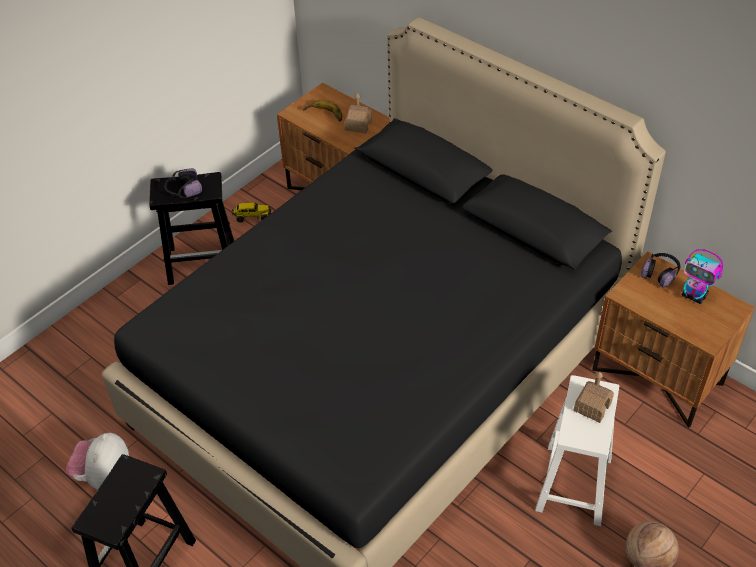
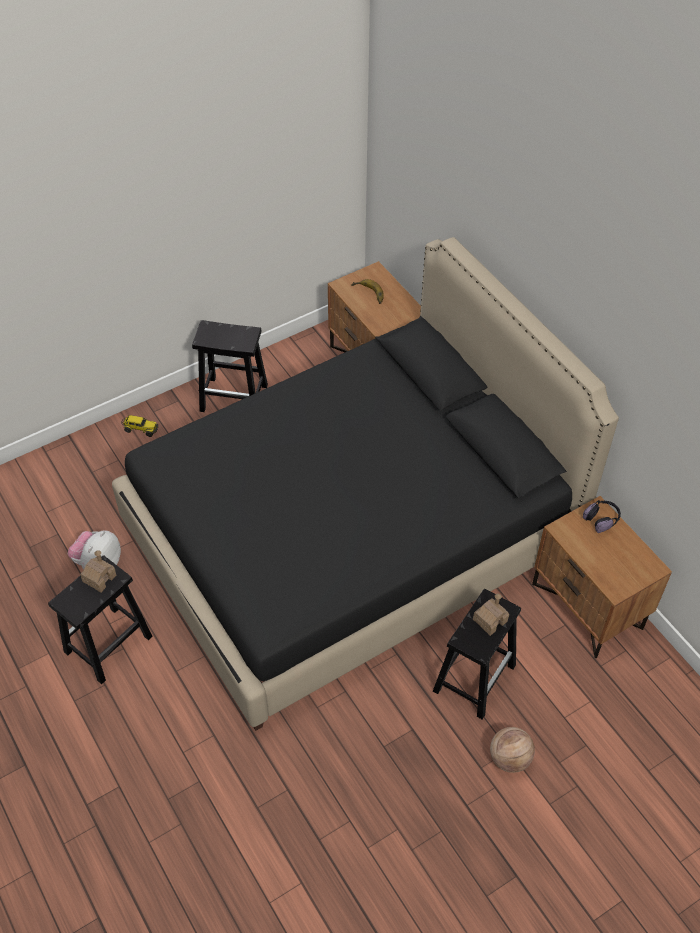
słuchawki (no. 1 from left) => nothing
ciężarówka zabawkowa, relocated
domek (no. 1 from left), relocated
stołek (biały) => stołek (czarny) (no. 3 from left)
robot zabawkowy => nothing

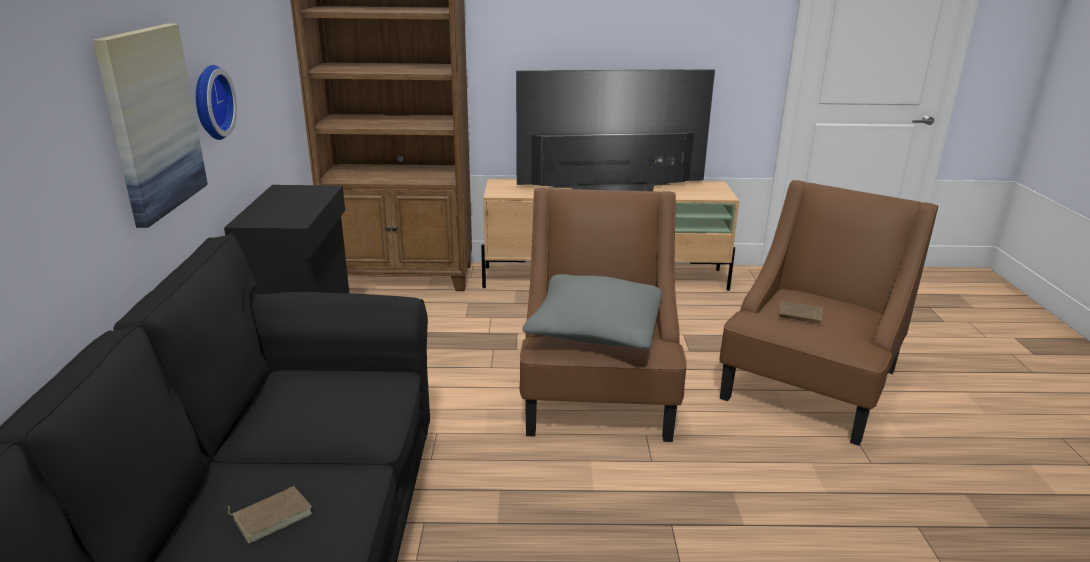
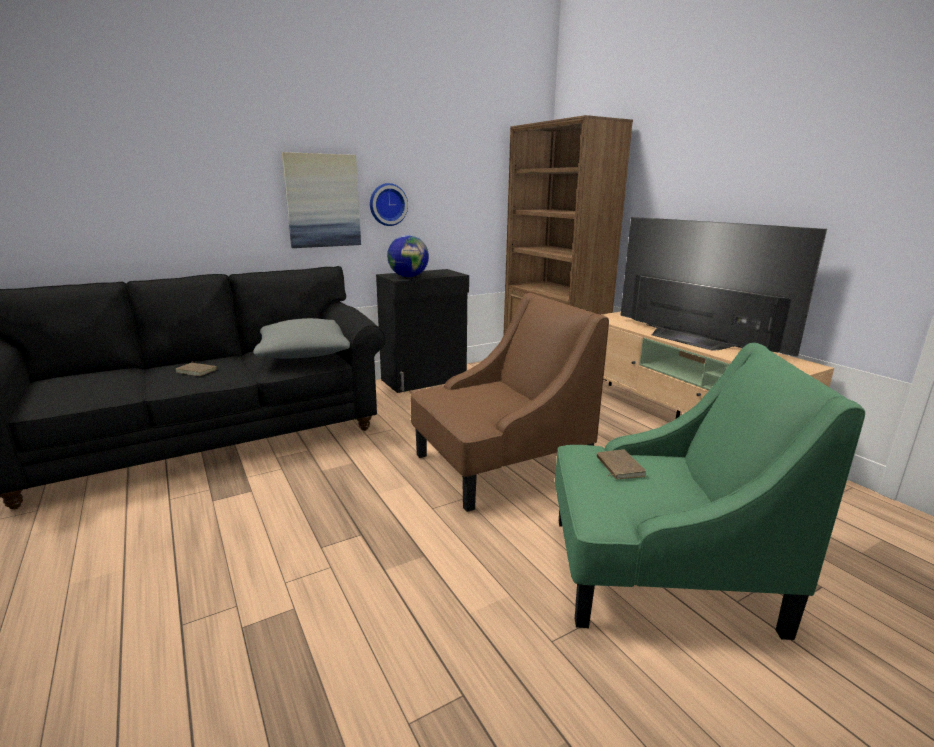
poduszka (szary), relocated
fotel (brązowy) (no. 2 from left) => fotel (zielony)
nothing => globus

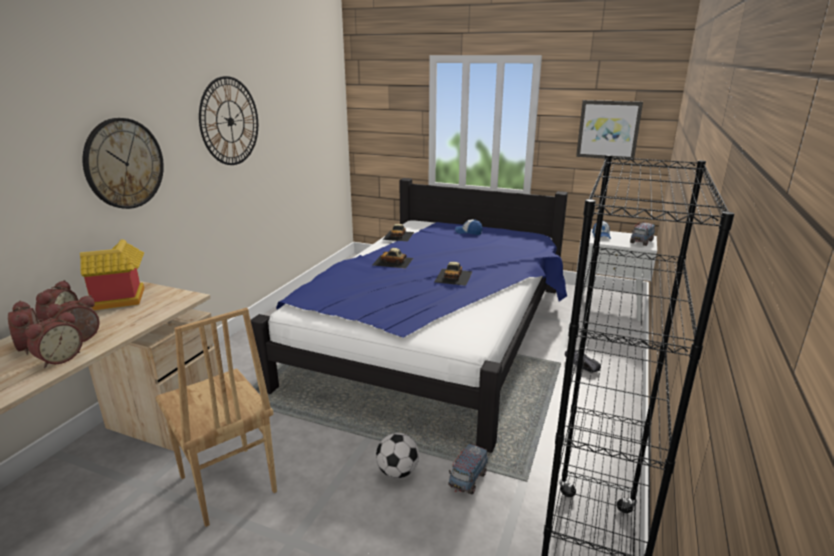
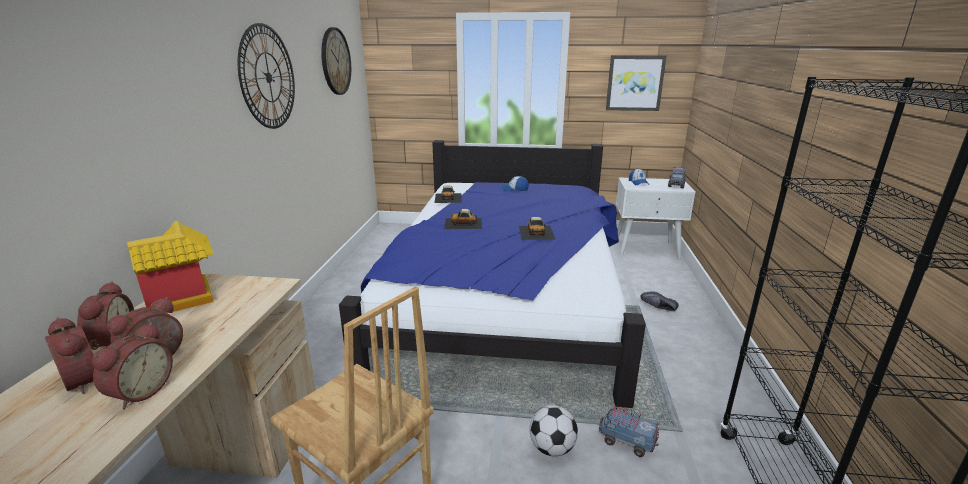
zegar ścienny (no. 1 from left in the first image) => zegar ścienny (no. 2 from left), relocated
ciężarówka zabawkowa (no. 1 from left), 105 degrees clockwise

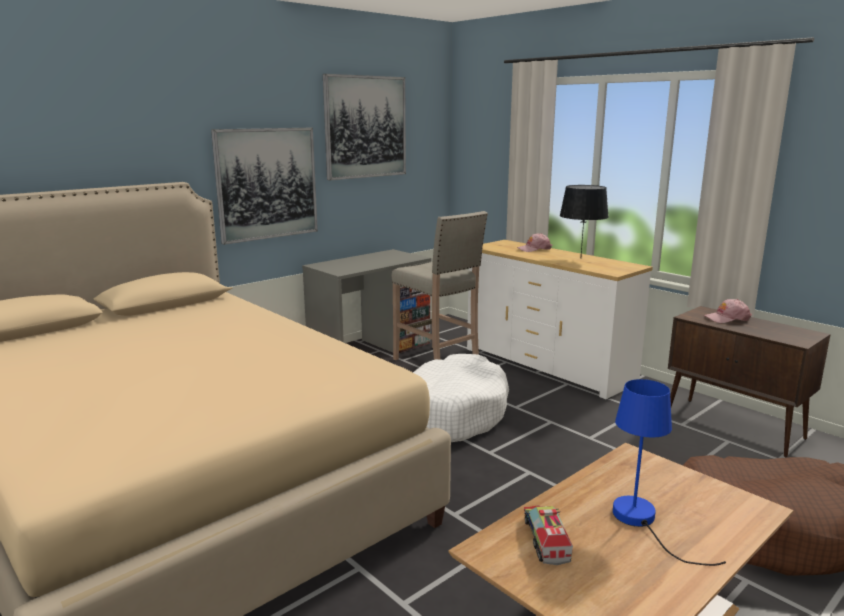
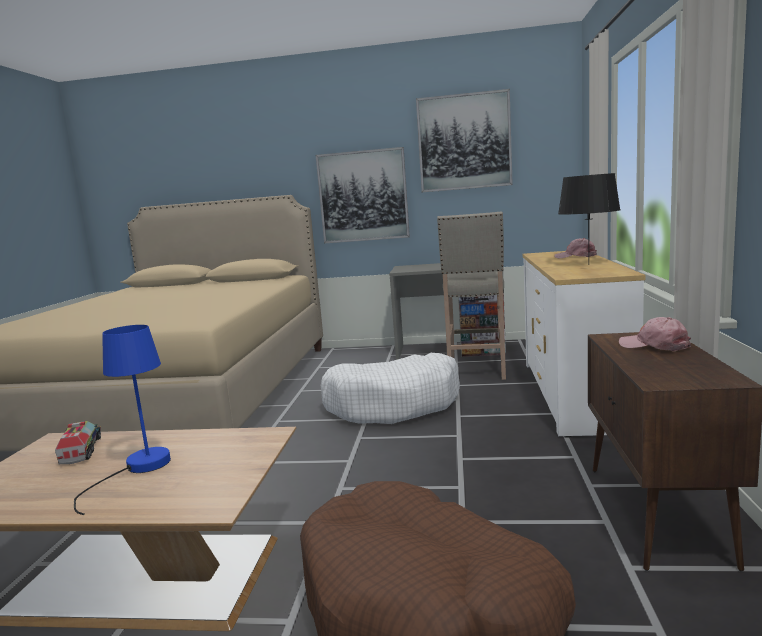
ciężarówka zabawkowa, 60 degrees counterclockwise

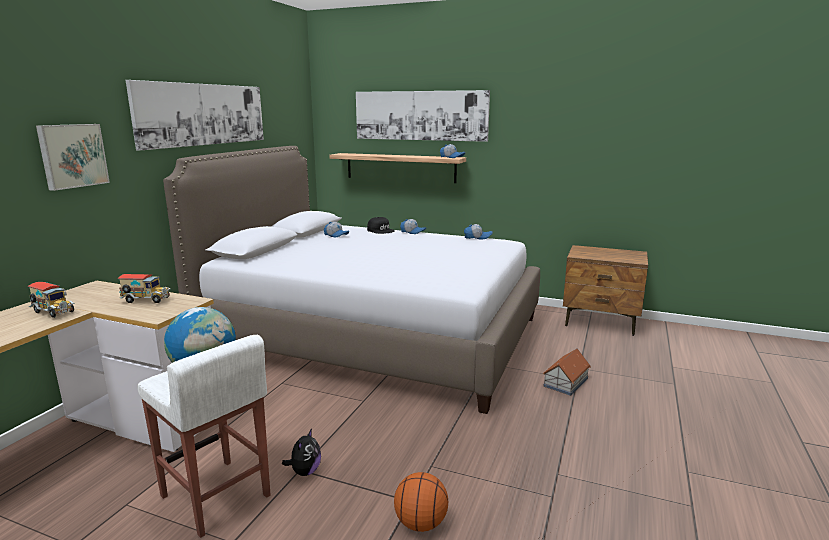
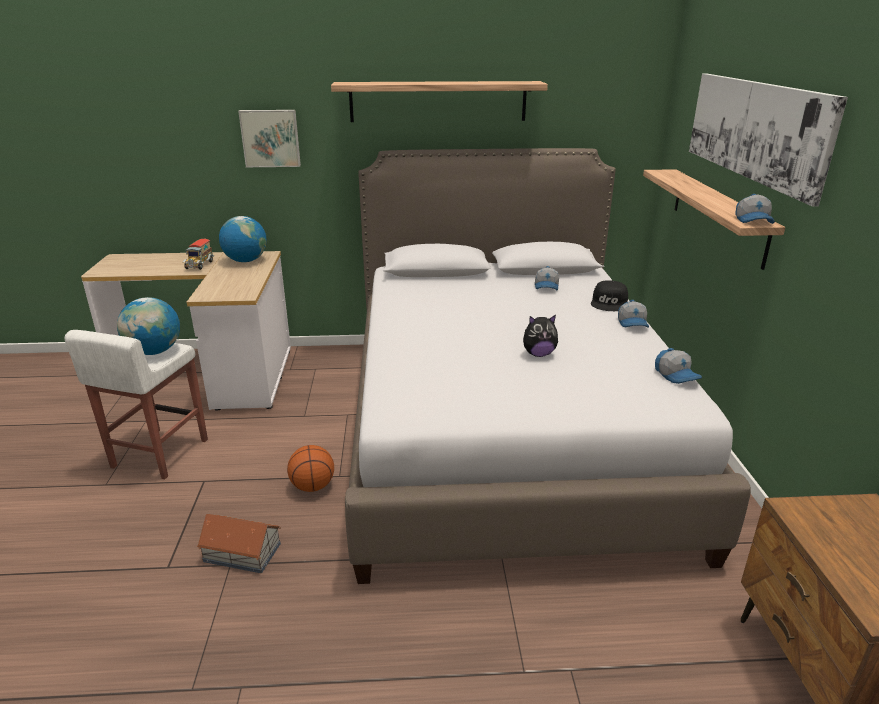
ciężarówka zabawkowa (no. 2 from left) => nothing
obraz (no. 2 from left) => półka (no. 1 from left)
pluszak, relocated
piłka do koszykówki, relocated
domek, relocated
nothing => globus (no. 2 from left)

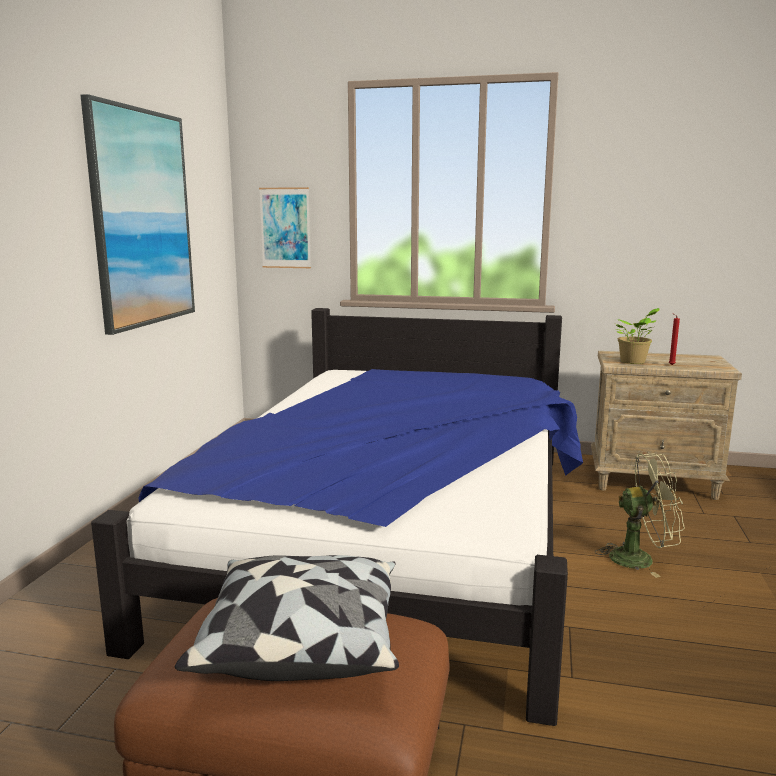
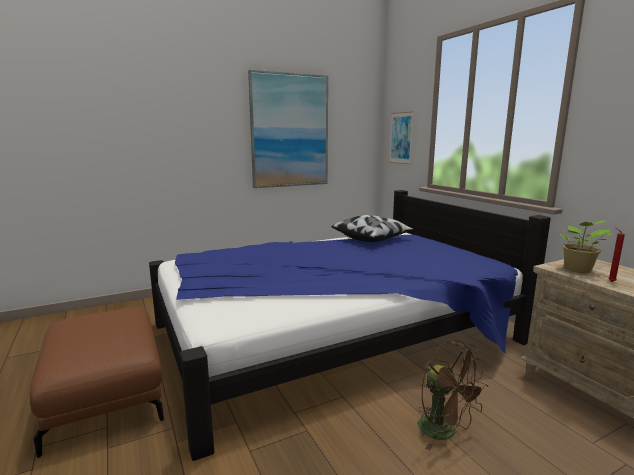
poduszka, relocated
wentylator (zielony) => wentylator (brązowy)

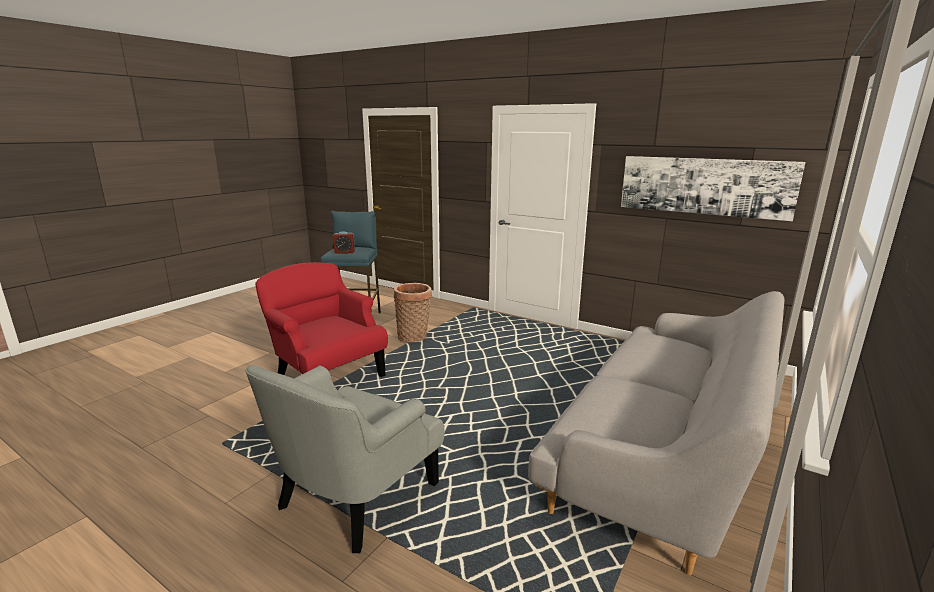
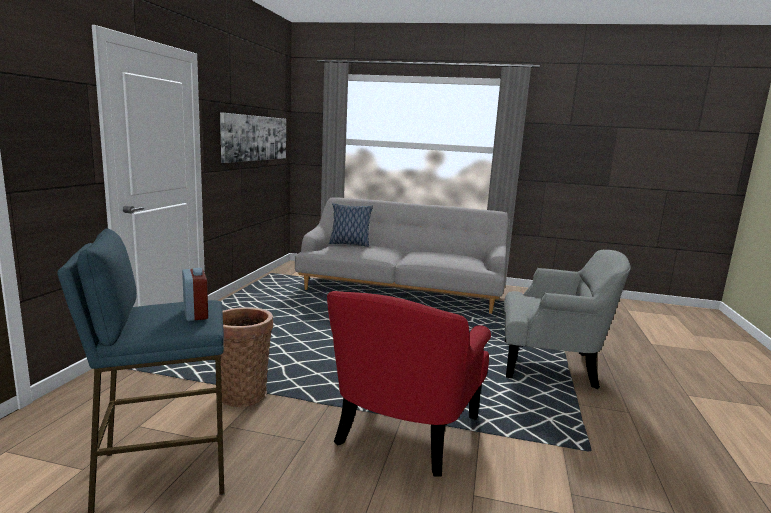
nothing => poduszka

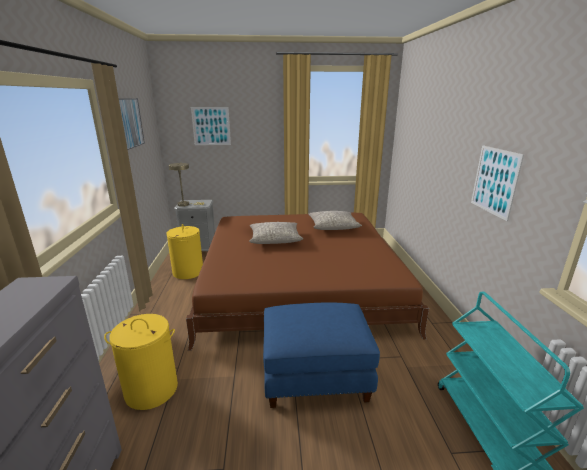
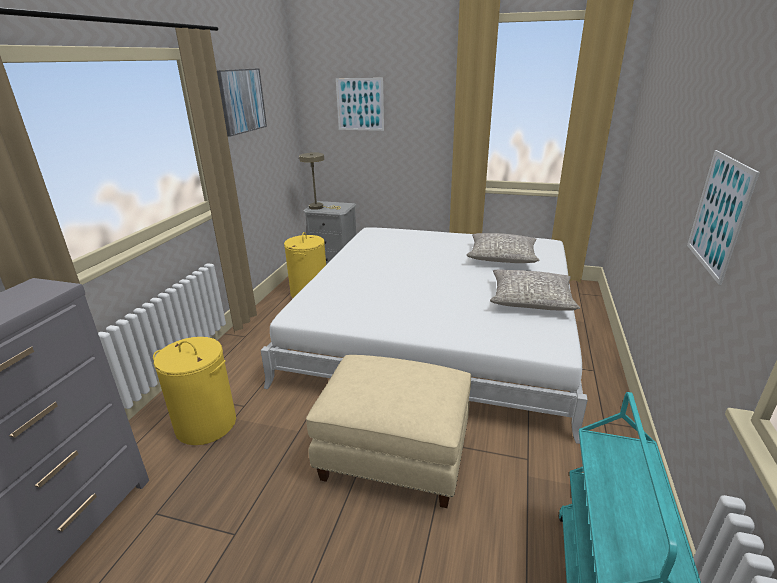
łóżko (brązowy) => łóżko (biały)
poduszka (szary) (no. 1 from left in the first image) => poduszka (szary) (no. 2 from left), relocated
pufa (niebieski) => pufa (beżowy)

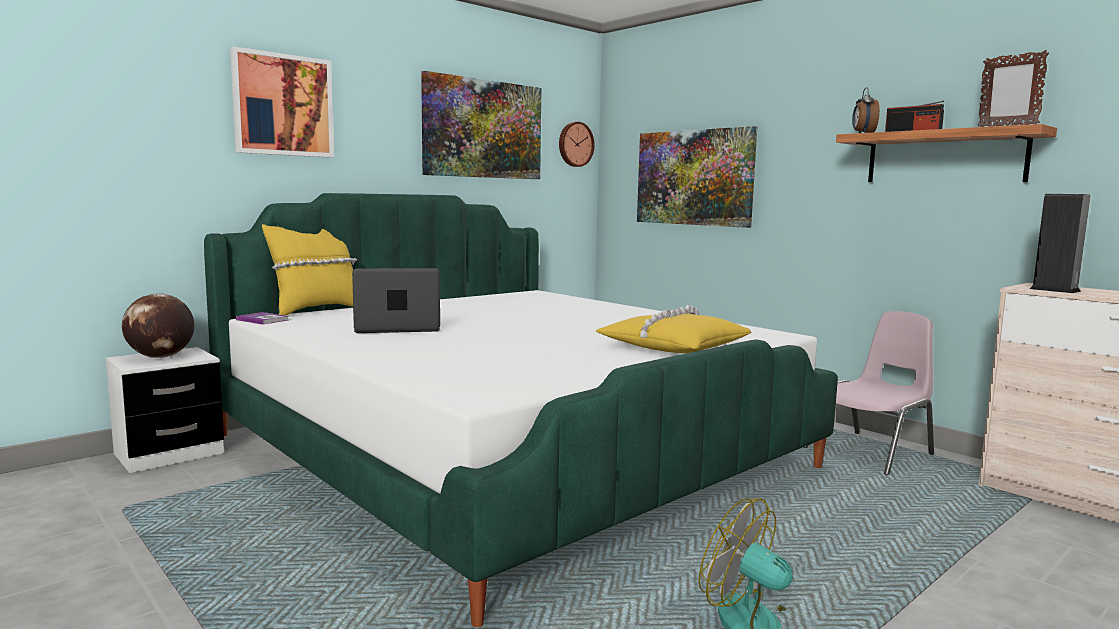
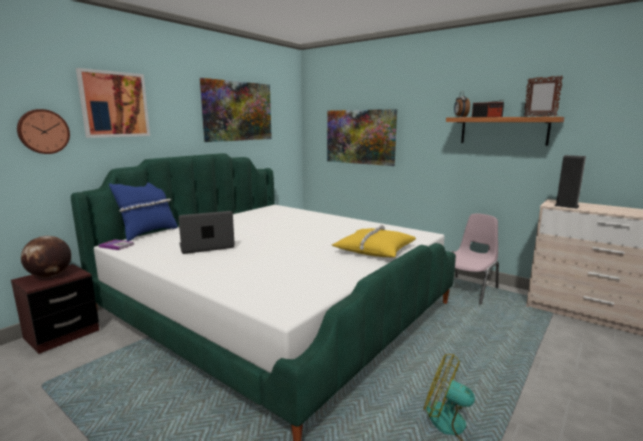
szafka nocna (biały) => szafka nocna (brązowy)
poduszka (żółty) (no. 1 from left) => poduszka (niebieski)
zegar ścienny, relocated

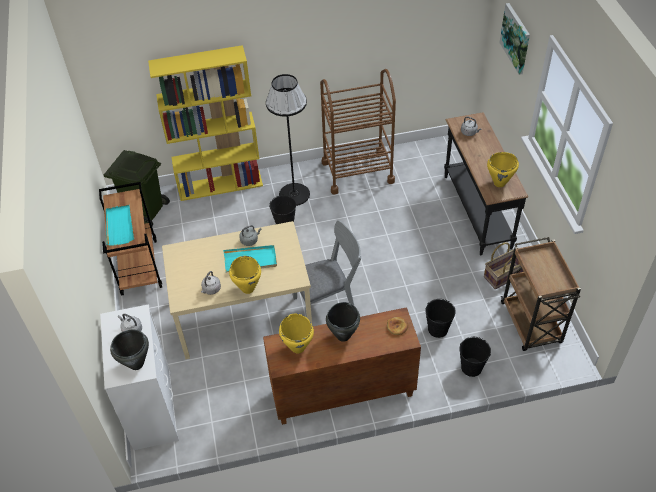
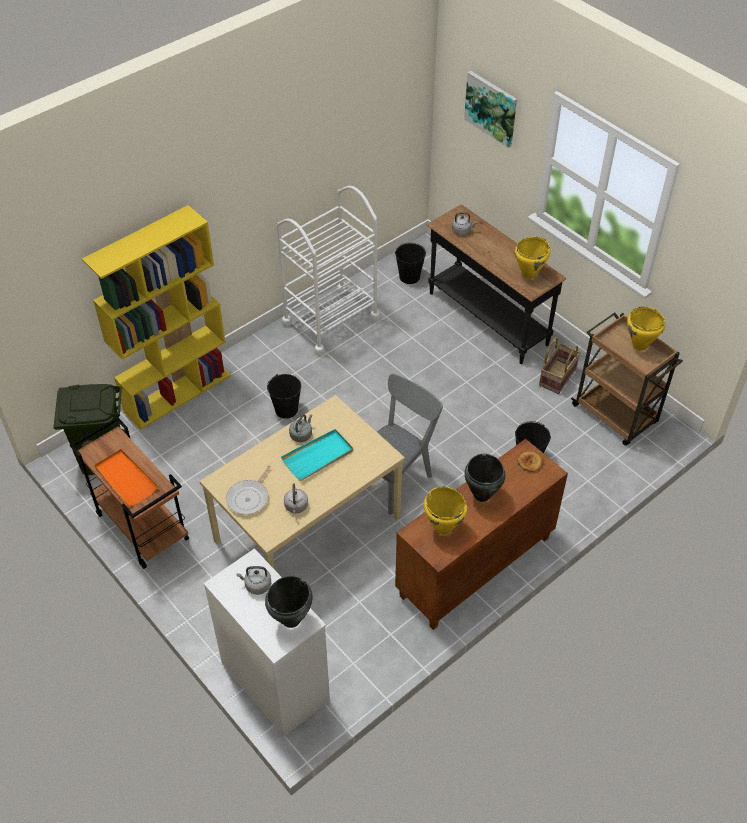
taca (turkusowy) (no. 1 from left) => taca (pomarańczowy)
garnek (żółty) (no. 1 from left in the first image) => garnek (żółty) (no. 3 from left), relocated
lampa stojąca (czarny) => nothing
wózek (brązowy) (no. 2 from left) => wózek (biały)
wiadro (czarny) (no. 3 from left in the first image) => wiadro (czarny) (no. 2 from left), relocated
nothing => patelnia

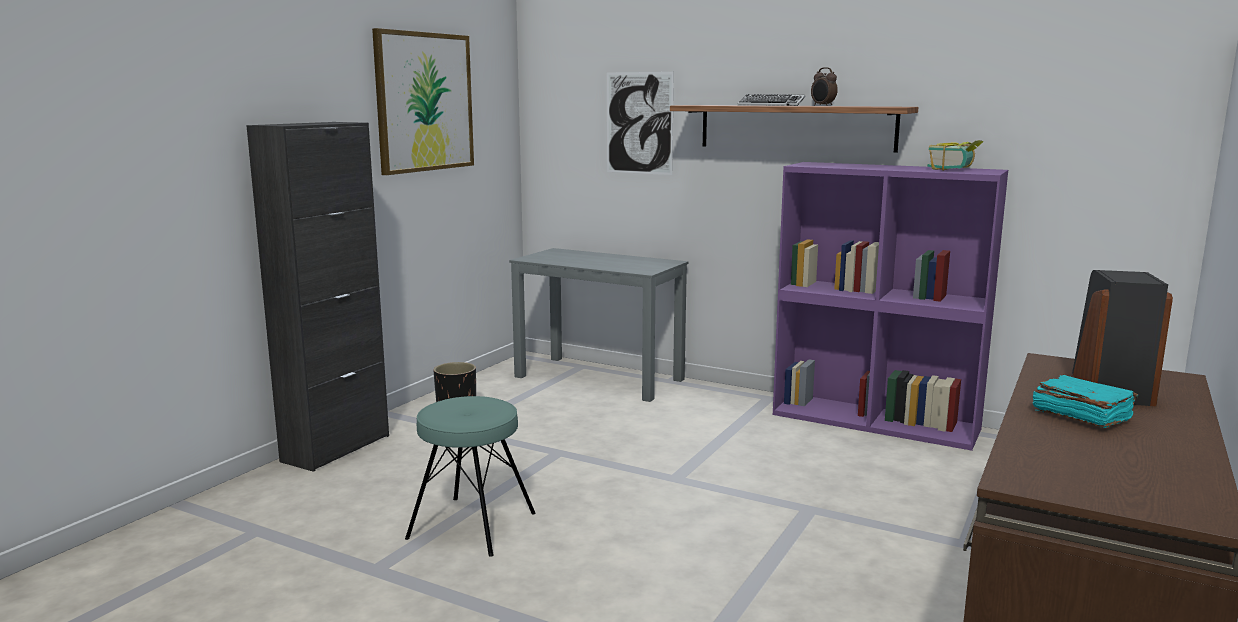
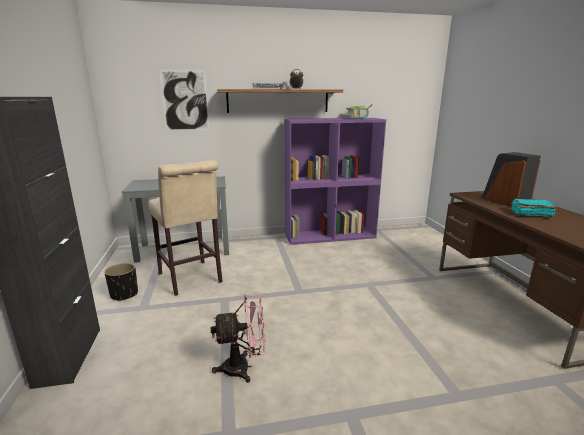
obraz (no. 1 from left) => nothing
stołek (turkusowy) => wentylator (różowy)
nothing => stołek (beżowy)

